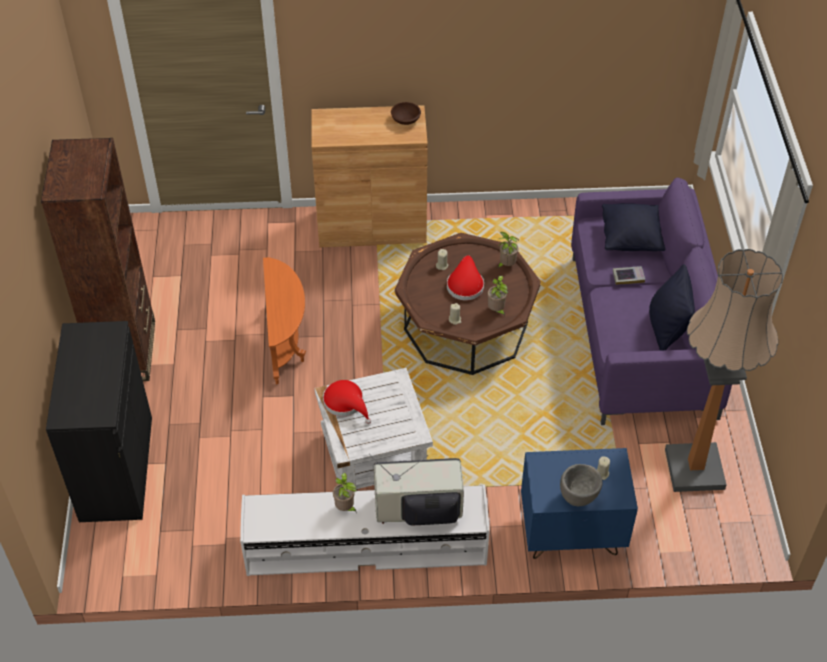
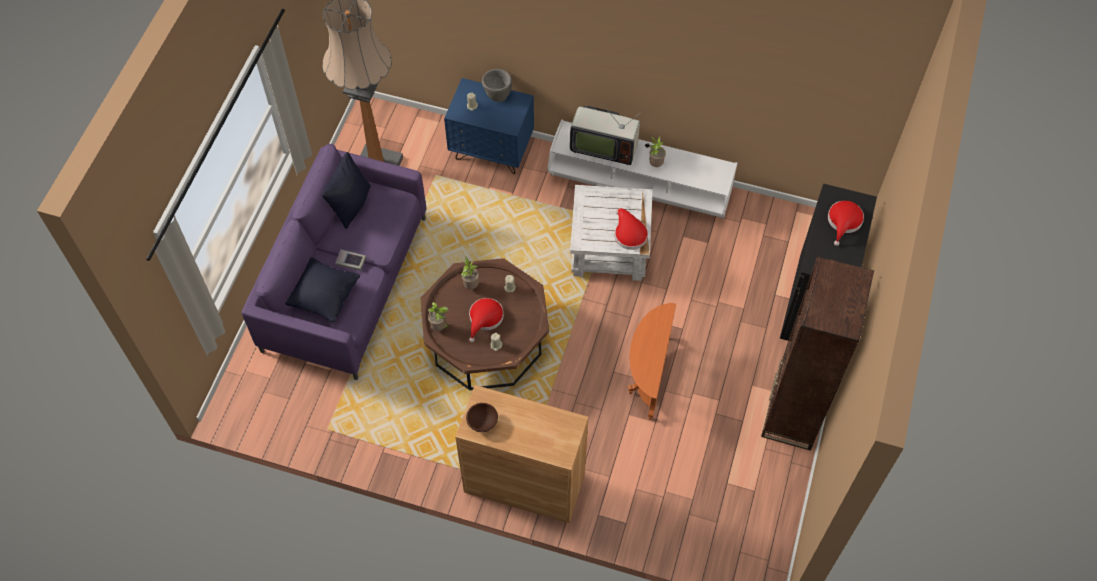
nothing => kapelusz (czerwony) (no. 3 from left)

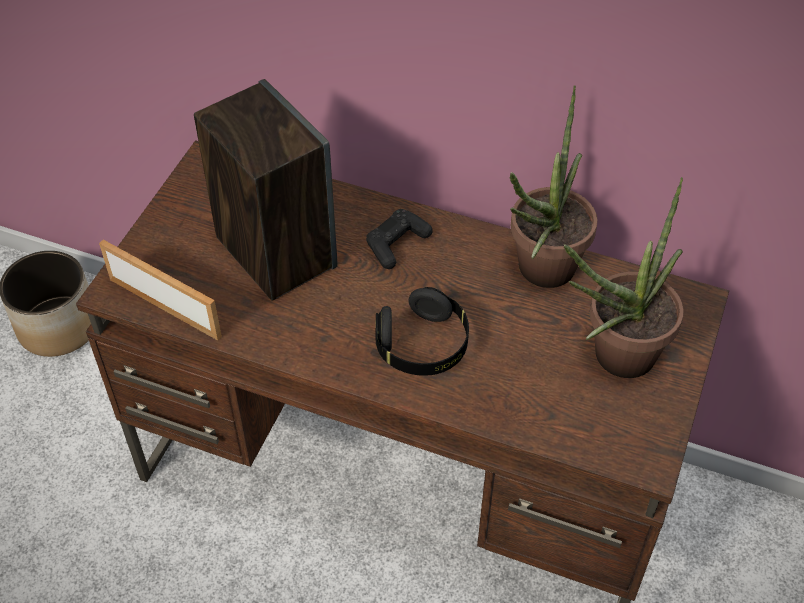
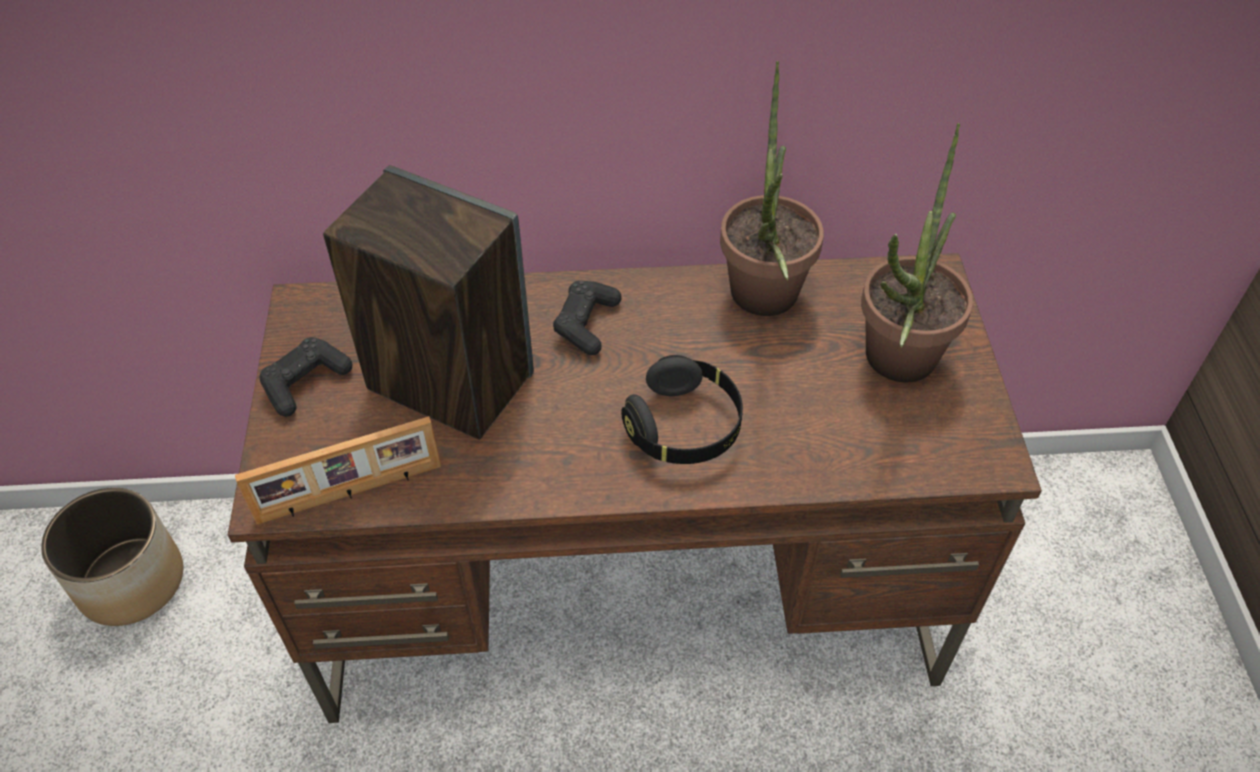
ramka na zdjęcie, 150 degrees clockwise
nothing => pad do gier (czarny) (no. 1 from left)

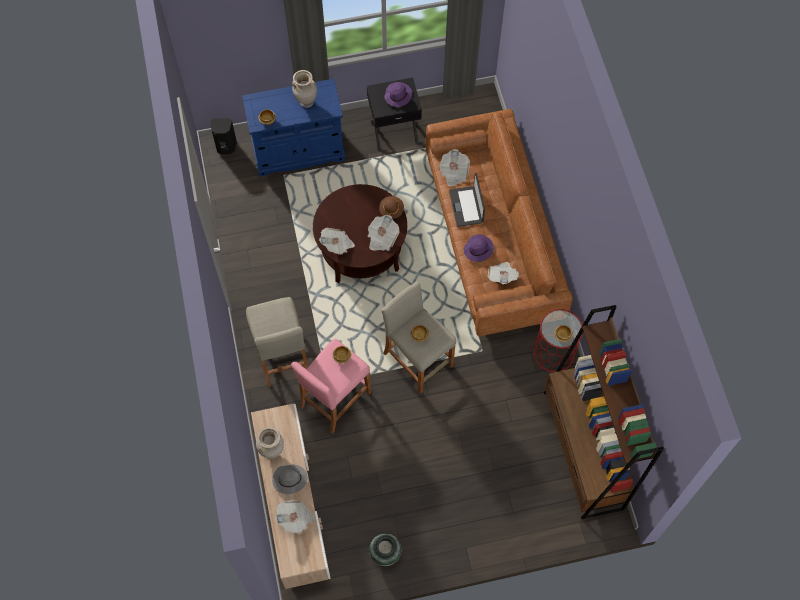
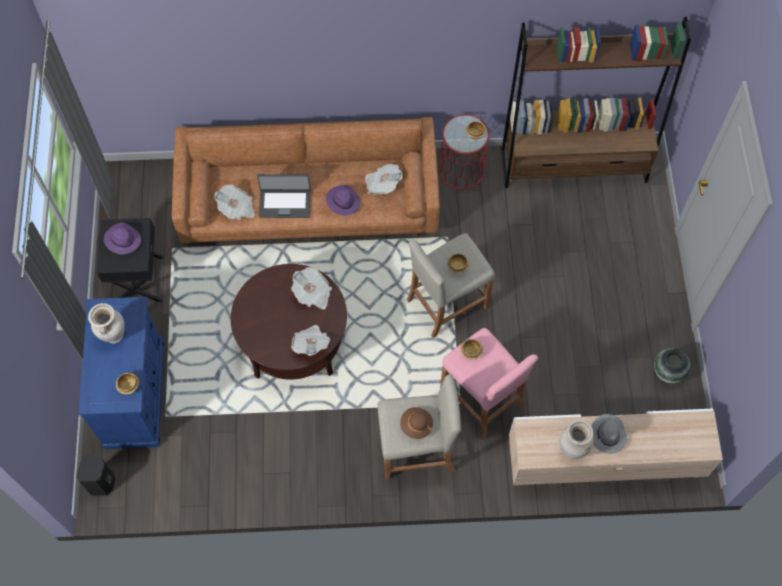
gazeta (no. 1 from left) => nothing
kapelusz (brązowy), relocated

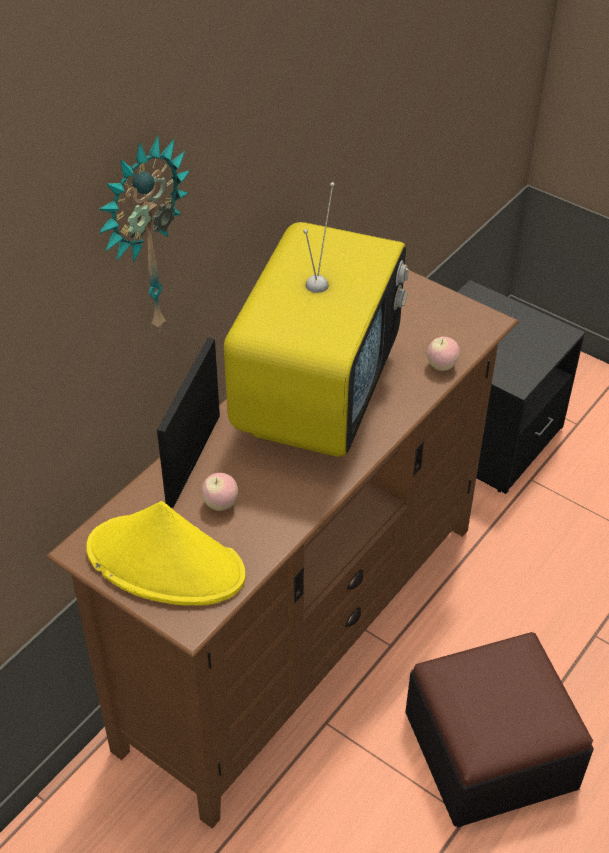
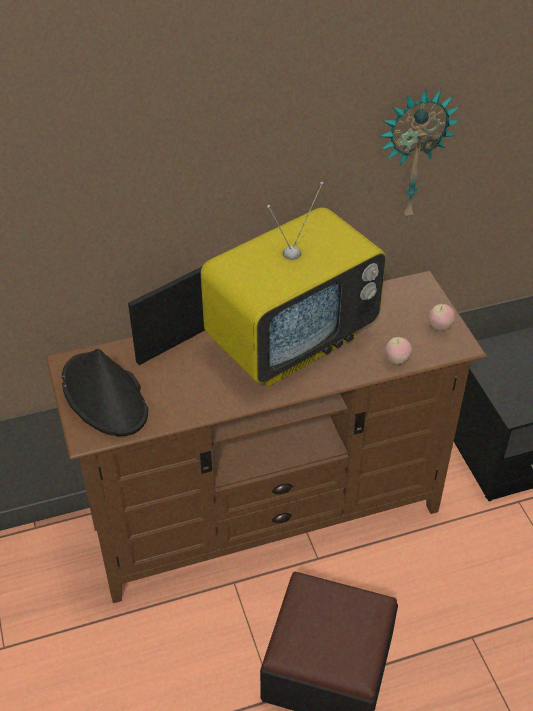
kapelusz (żółty) => kapelusz (czarny)
zegar ścienny, relocated
jabłko (no. 1 from left in the first image) => jabłko (no. 2 from left), relocated

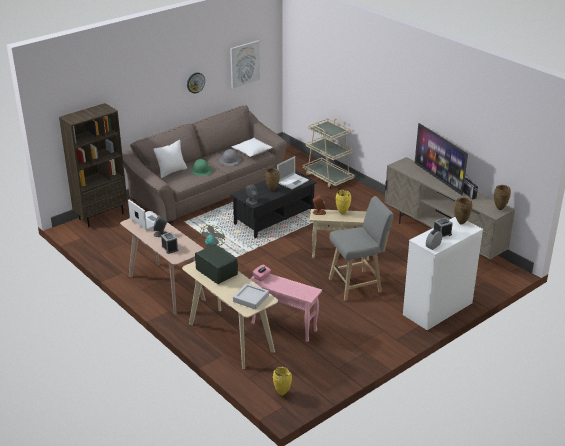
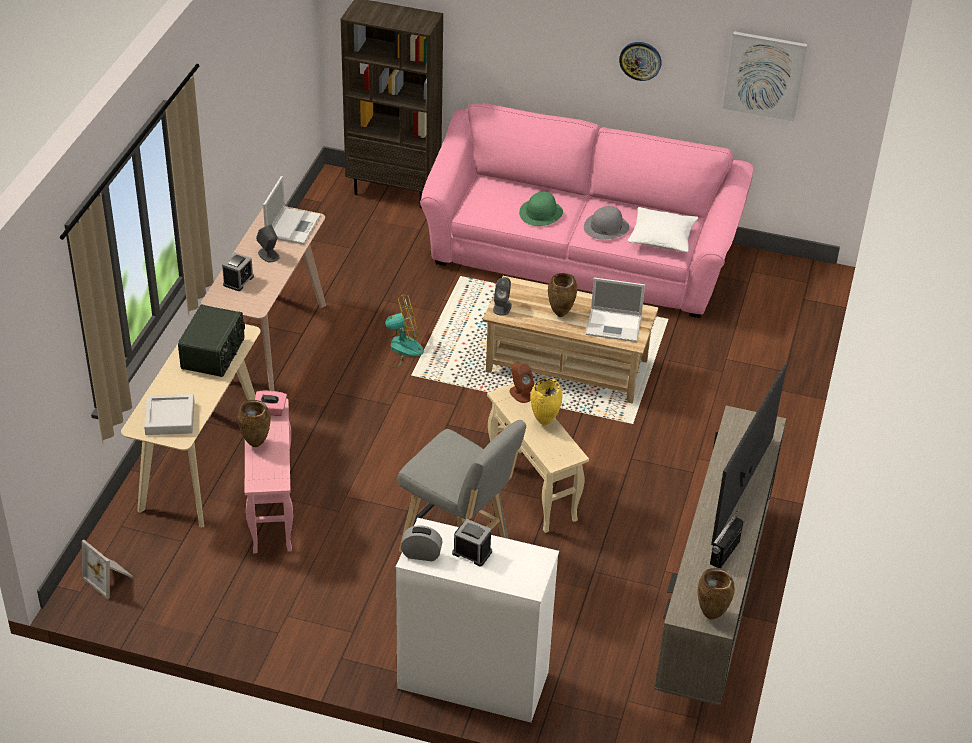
kanapa (brązowy) => kanapa (różowy)
poduszka (biały) (no. 1 from left) => nothing
ława (czarny) => ława (beżowy)
wazon (żółty) (no. 1 from left) => ramka na zdjęcie
wózek (beżowy) => nothing
wazon (brązowy) (no. 2 from left in the first image) => wazon (brązowy) (no. 1 from left), relocated

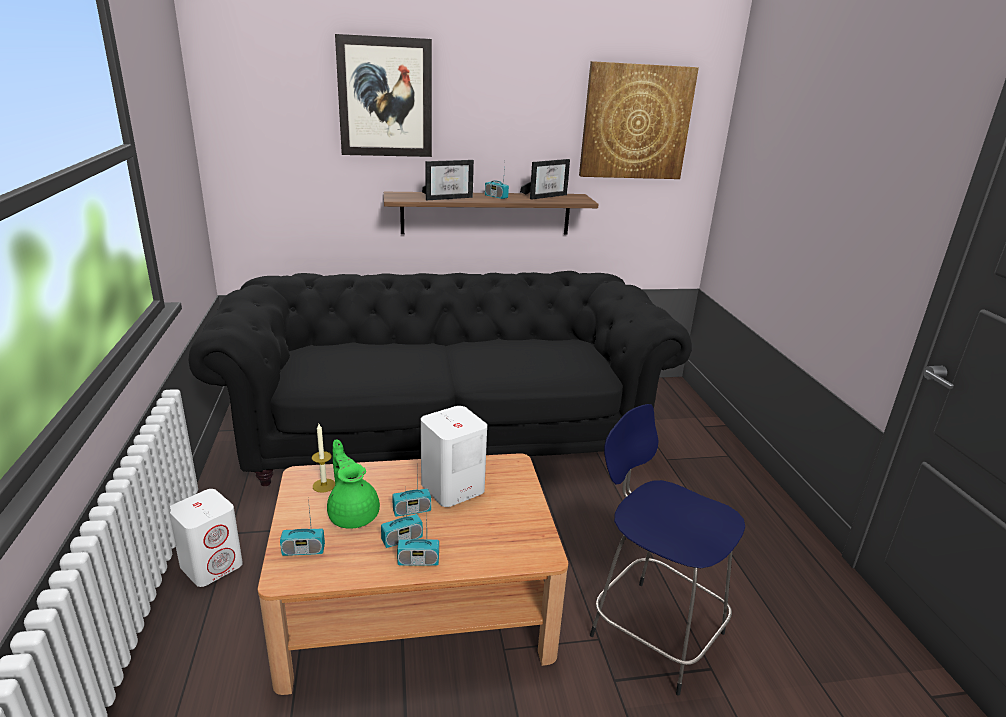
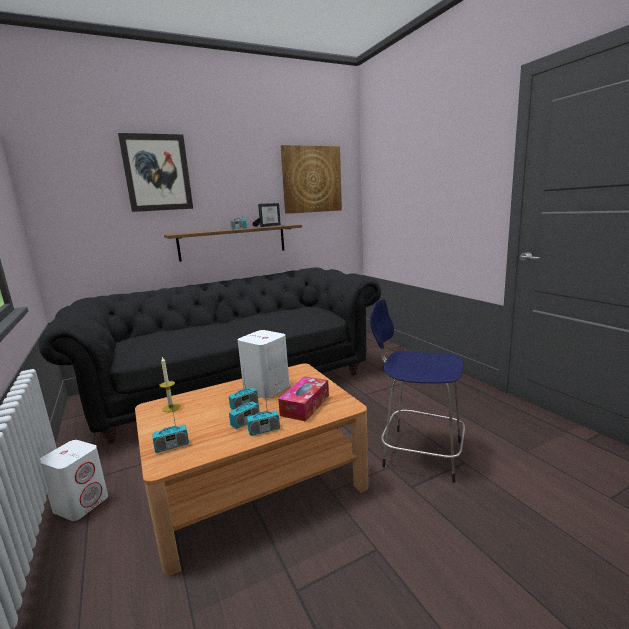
imbryk (zielony) => nothing
ramka na zdjęcie (no. 1 from left) => nothing
nothing => pudełko chusteczek

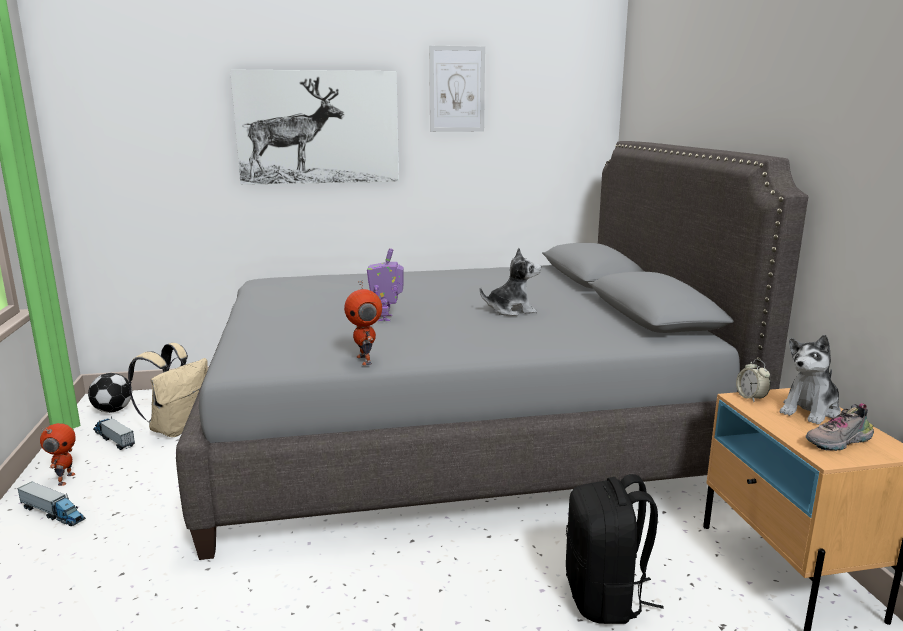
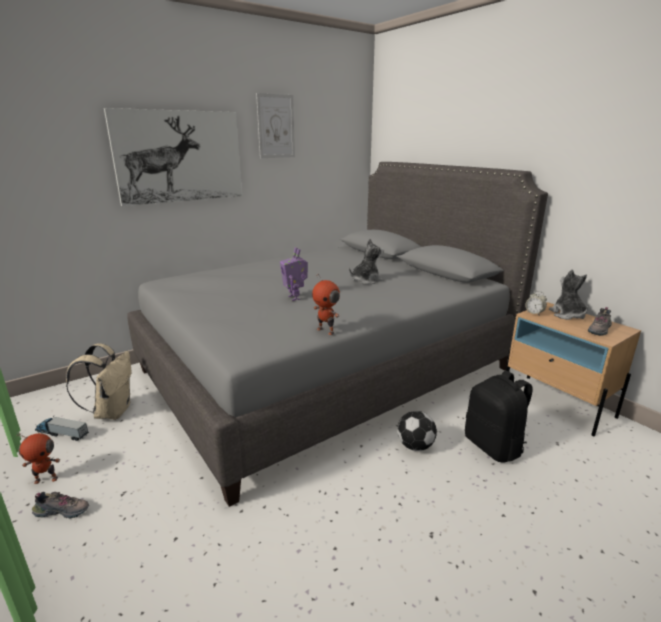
ciężarówka zabawkowa (no. 1 from left) => but (no. 1 from left)
robot zabawkowy (no. 1 from left), 105 degrees clockwise
piłka futbolowa, relocated
pluszak (no. 2 from left), 150 degrees clockwise

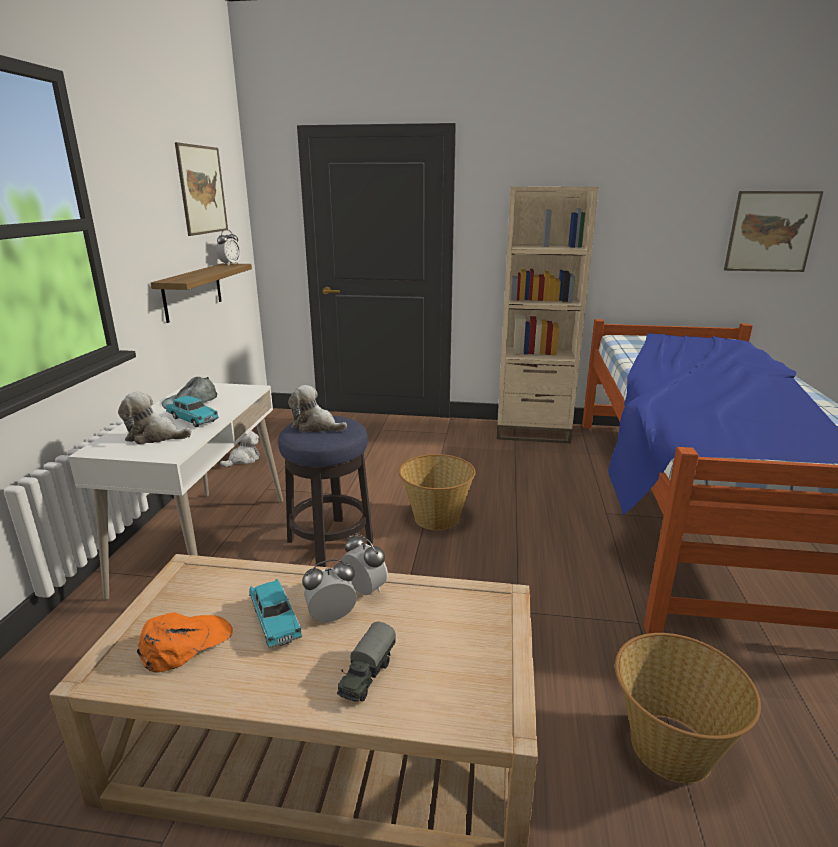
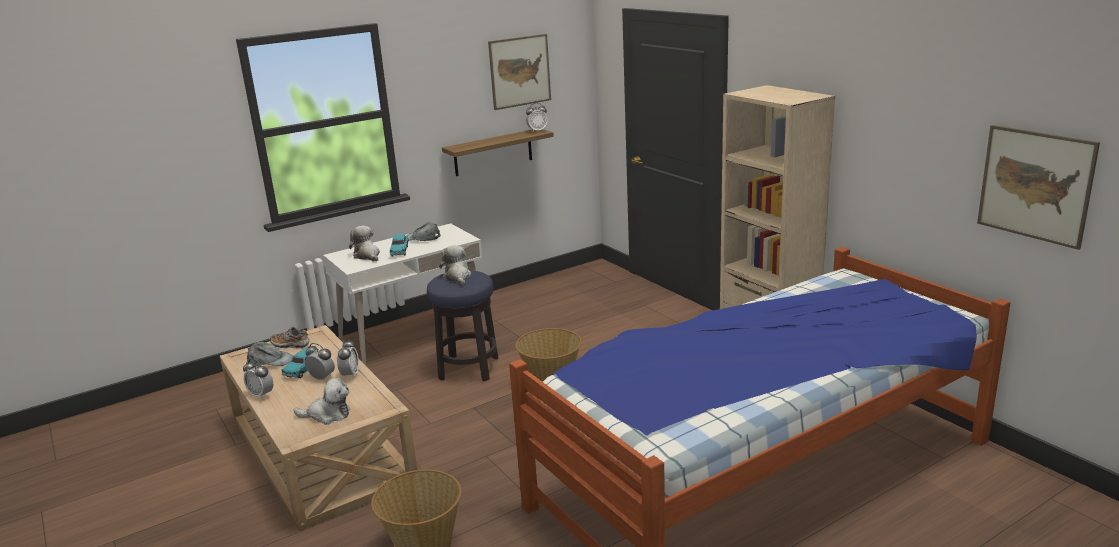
czapka z daszkiem (pomarańczowy) => czapka z daszkiem (szary) (no. 1 from left)
pluszak (no. 2 from left in the first image) => pluszak (no. 1 from left), relocated
ciężarówka zabawkowa => nothing
nothing => budzik (no. 1 from left)
nothing => but

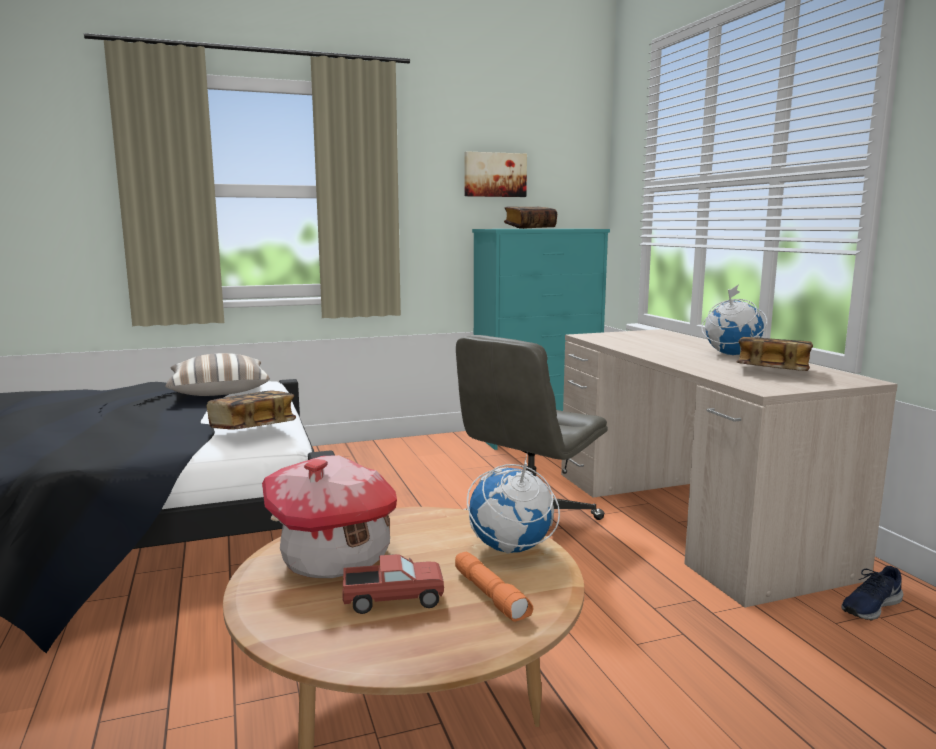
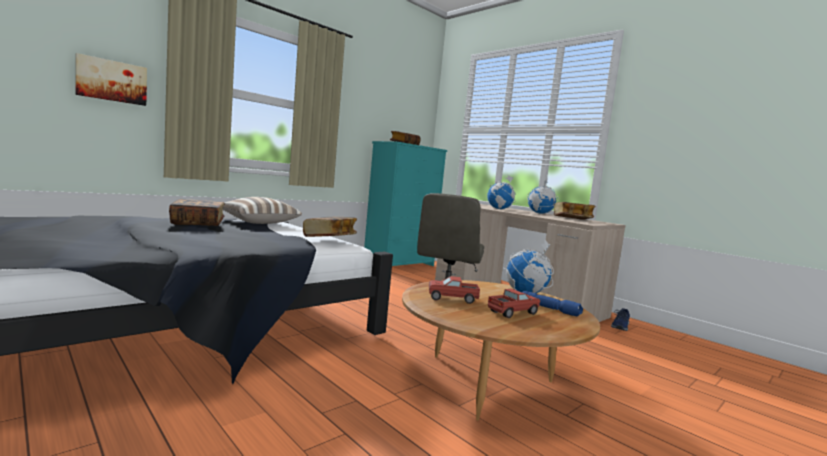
domek => ciężarówka zabawkowa (no. 1 from left)
latarka (pomarańczowy) => latarka (niebieski)
obraz, relocated
nothing => książka (no. 1 from left)
nothing => globus (no. 1 from left)

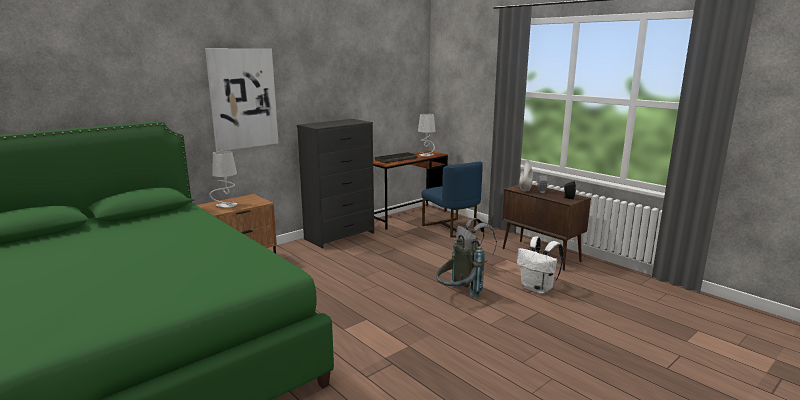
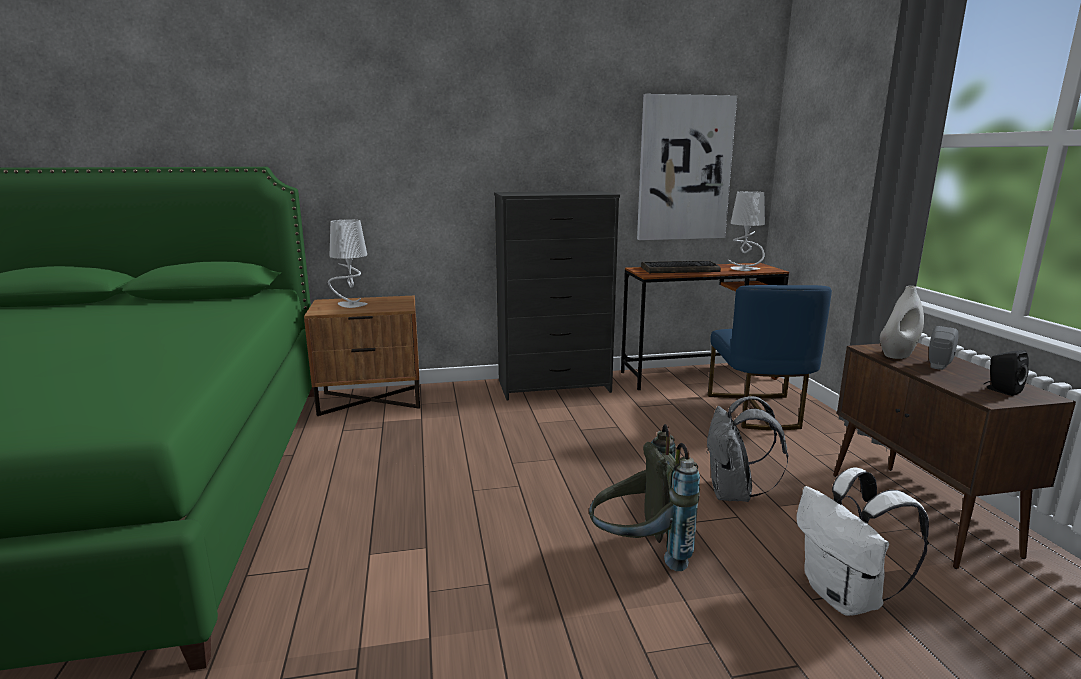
obraz, relocated

